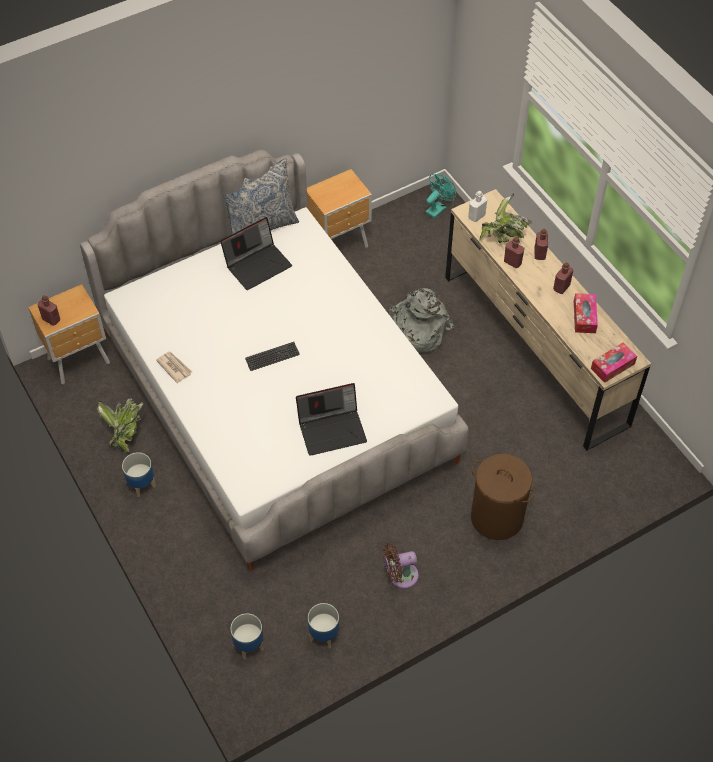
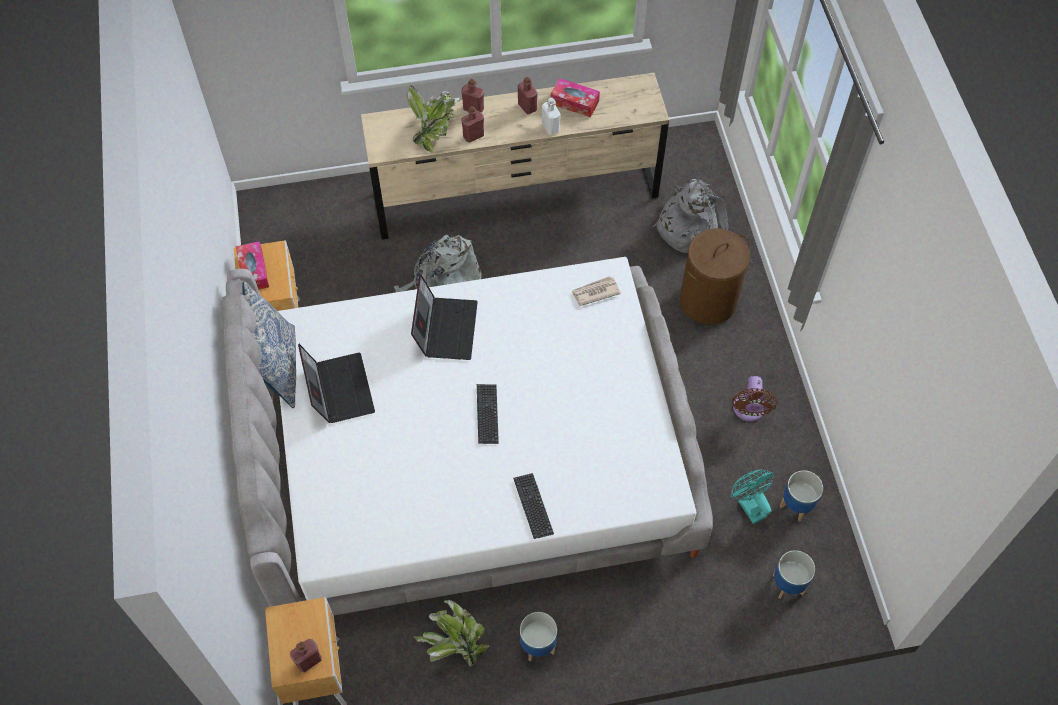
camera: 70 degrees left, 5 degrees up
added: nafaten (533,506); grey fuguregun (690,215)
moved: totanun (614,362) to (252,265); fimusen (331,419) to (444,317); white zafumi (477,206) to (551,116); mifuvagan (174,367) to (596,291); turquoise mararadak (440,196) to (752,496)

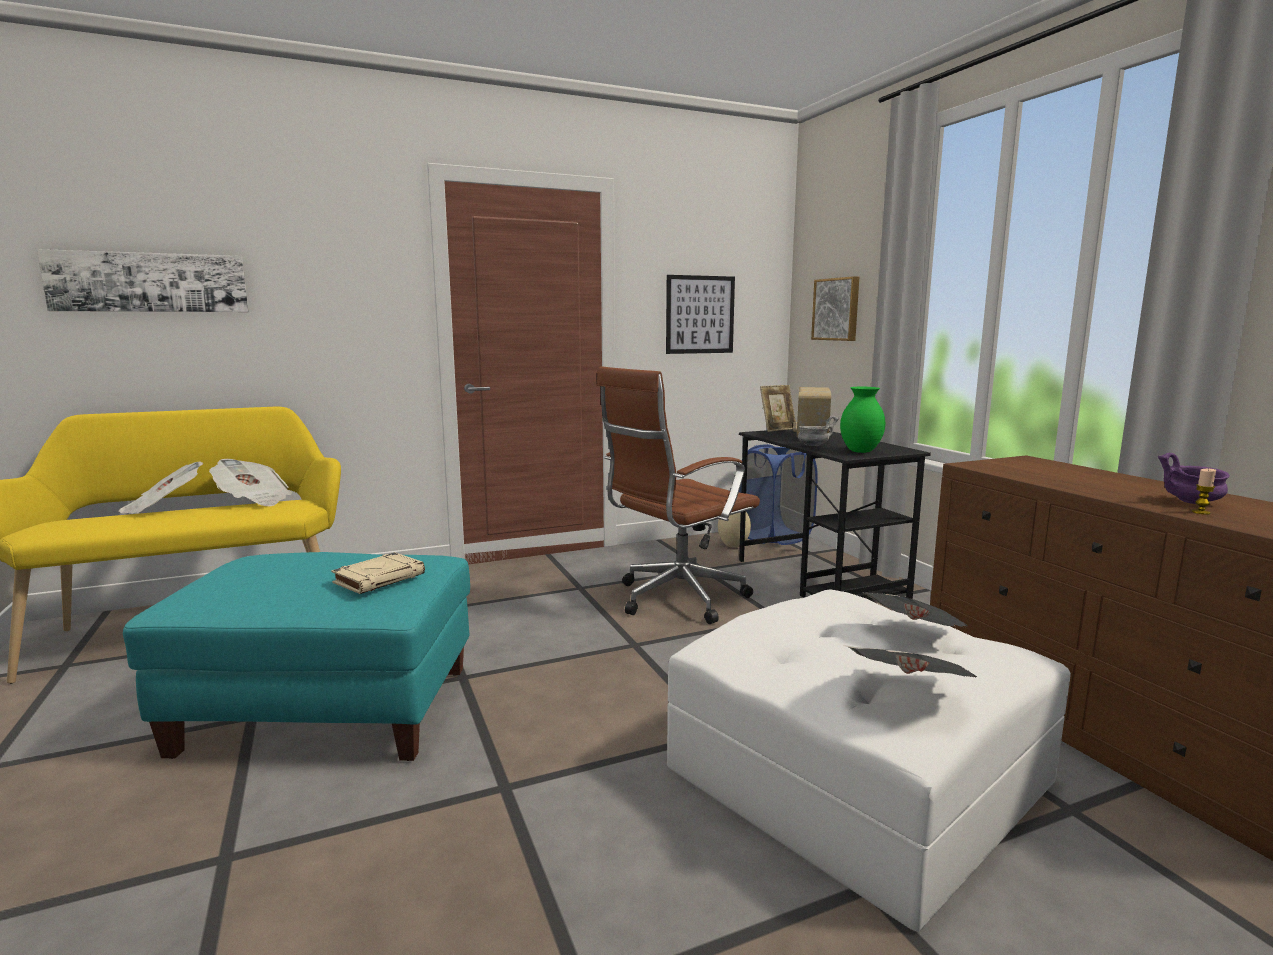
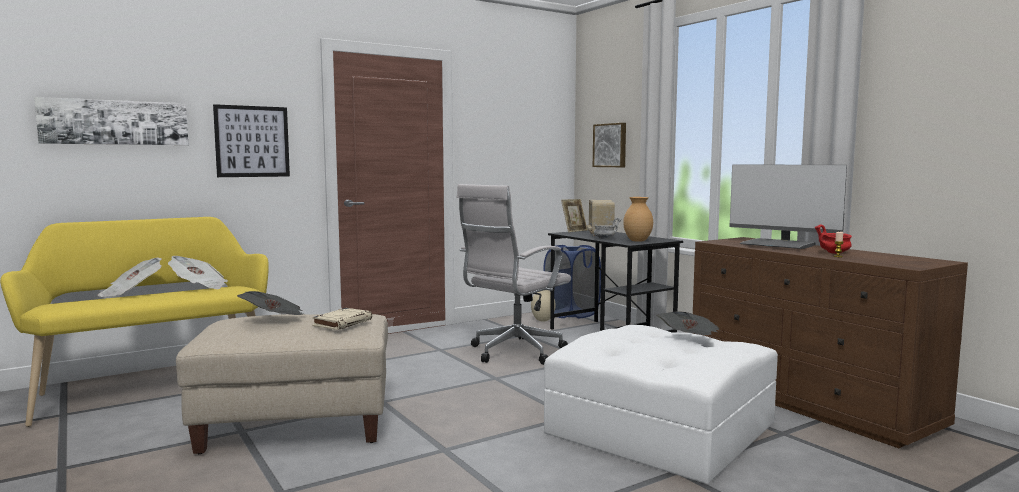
camera: 10 degrees left, 5 degrees down
added: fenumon (788,206)
moved: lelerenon (700,314) to (251,140); mifuvagan (910,661) to (270,303)
recoloured: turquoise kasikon (296,656) to beige kasikon (282,384); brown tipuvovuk (678,495) to white tipuvovuk (514,274); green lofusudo (862,420) to brown lofusudo (638,219); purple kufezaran (1194,478) to red kufezaran (833,239)

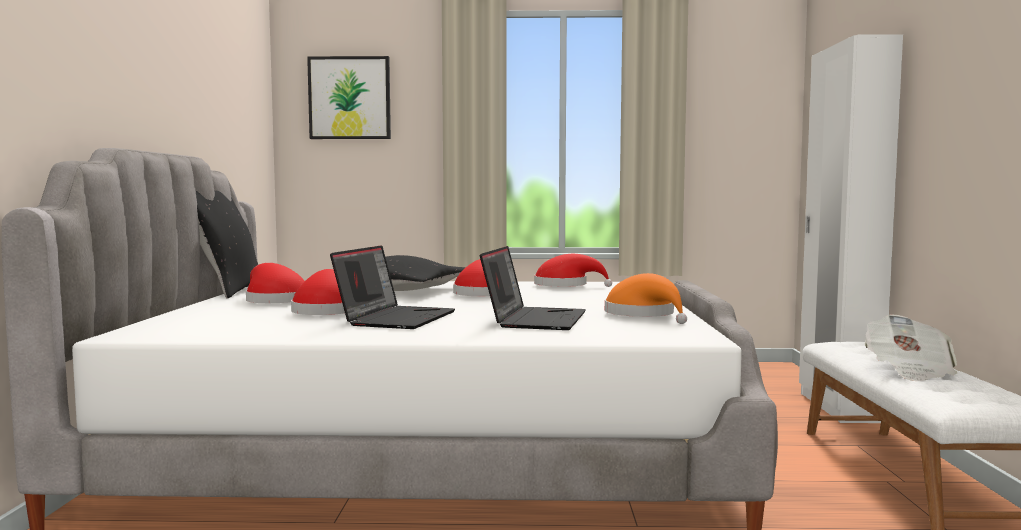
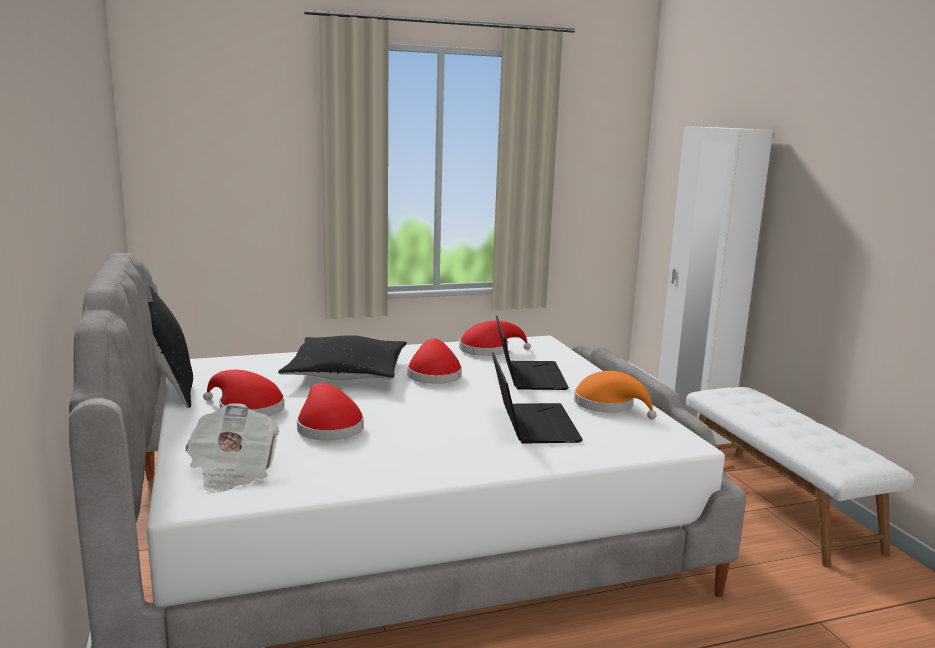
camera: 20 degrees left, 10 degrees up
removed: lelerenon (349,97)
moved: mifuvagan (911,347) to (232,448); fimusen (392,287) to (532,353)

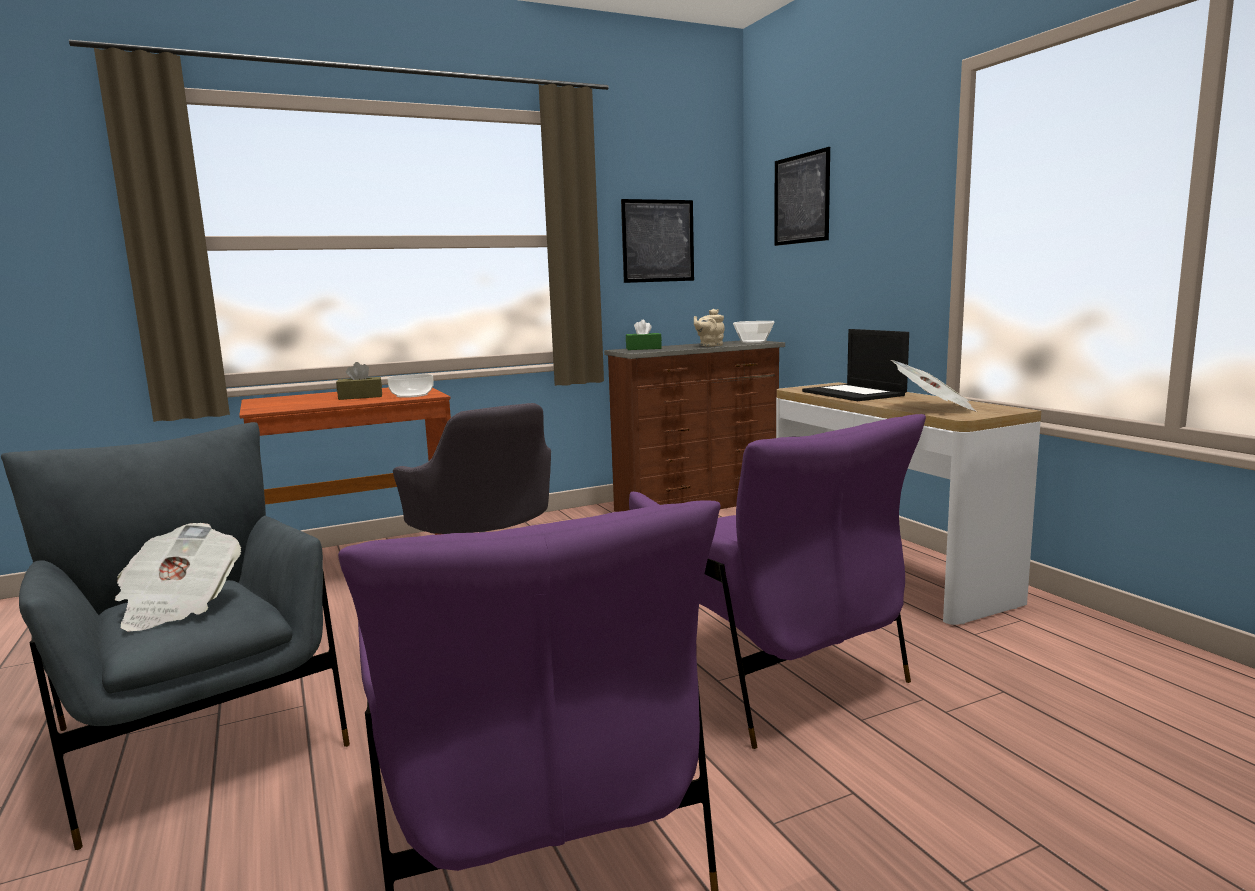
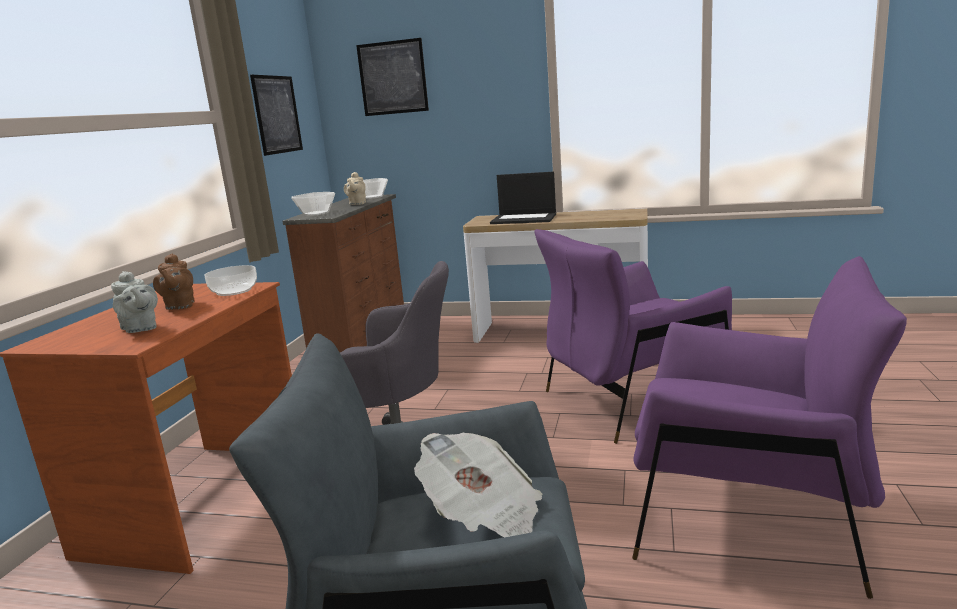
camera: 50 degrees left, 5 degrees up
removed: mifuvagan (934,386)
added: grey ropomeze (134,302)
replaced: brown totanun (359,381) to brown ropomeze (174,281); green totanun (644,335) to kufezaran (313,204)
turned: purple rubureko (777,581) = (633,336) 150 degrees clockwise

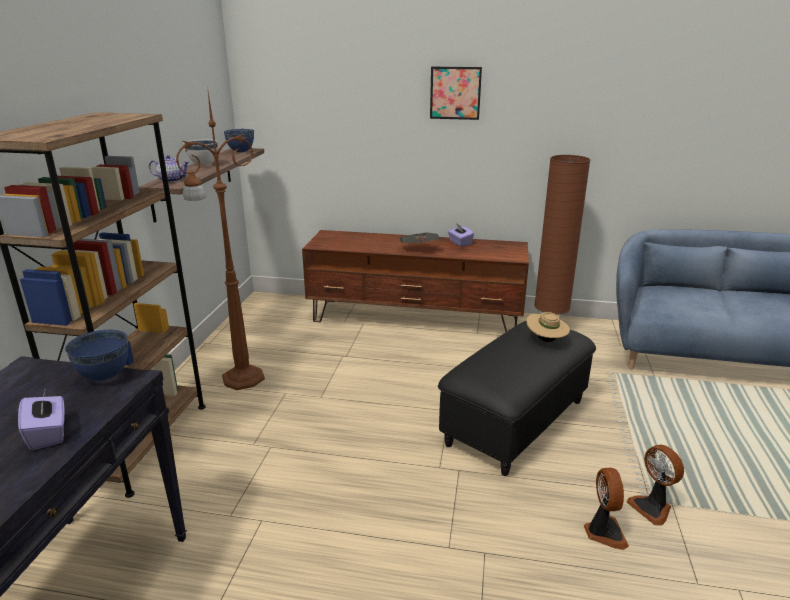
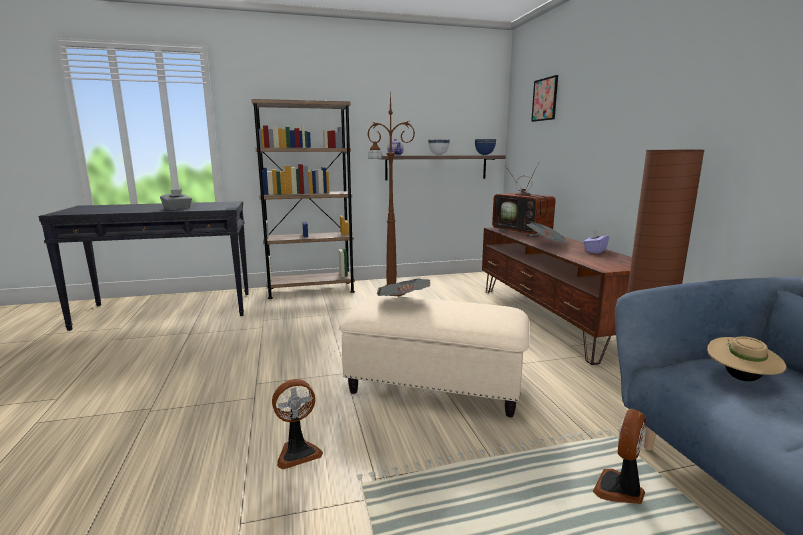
camera: 65 degrees right, 10 degrees down
removed: blue kufezaran (97,355)
added: mifuvagan (404,287); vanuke (523,198)
moved: lelerenon (456,93) to (544,98); mararadak (655,485) to (619,456); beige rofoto (548,327) to (746,358)
recoloured: purple totanun (41,419) to grey totanun (176,199); black kasikon (517,398) to beige kasikon (434,356)

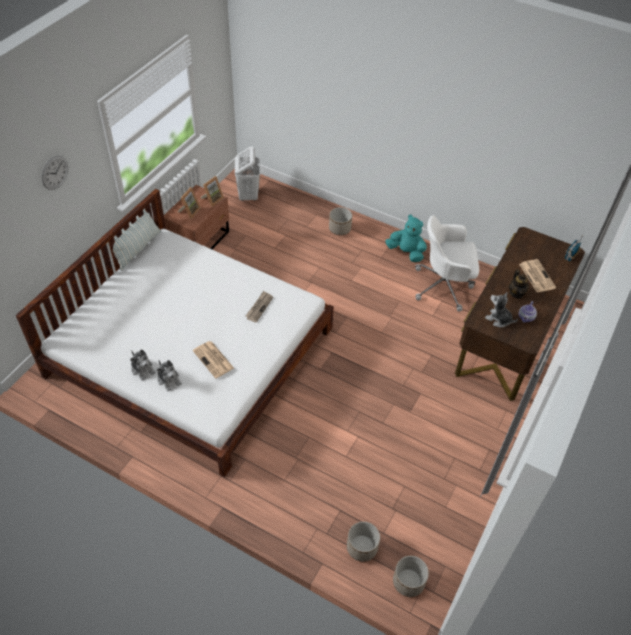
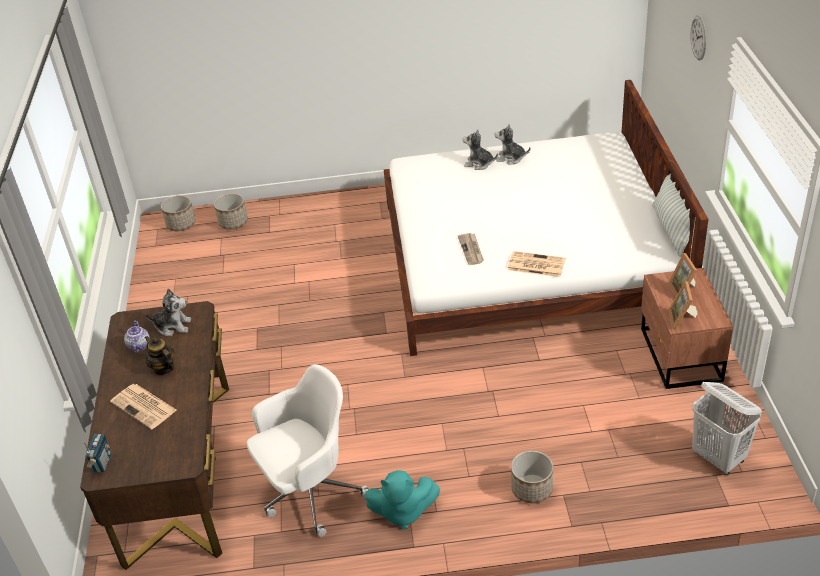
camera: 150 degrees right, 10 degrees down
moved: mifuvagan (213,359) to (536,264)

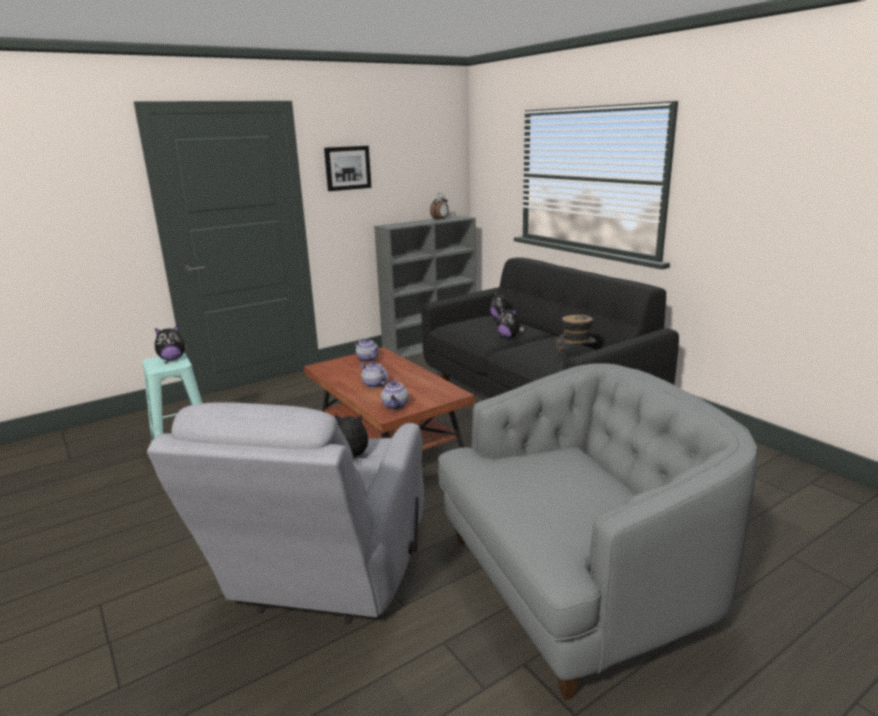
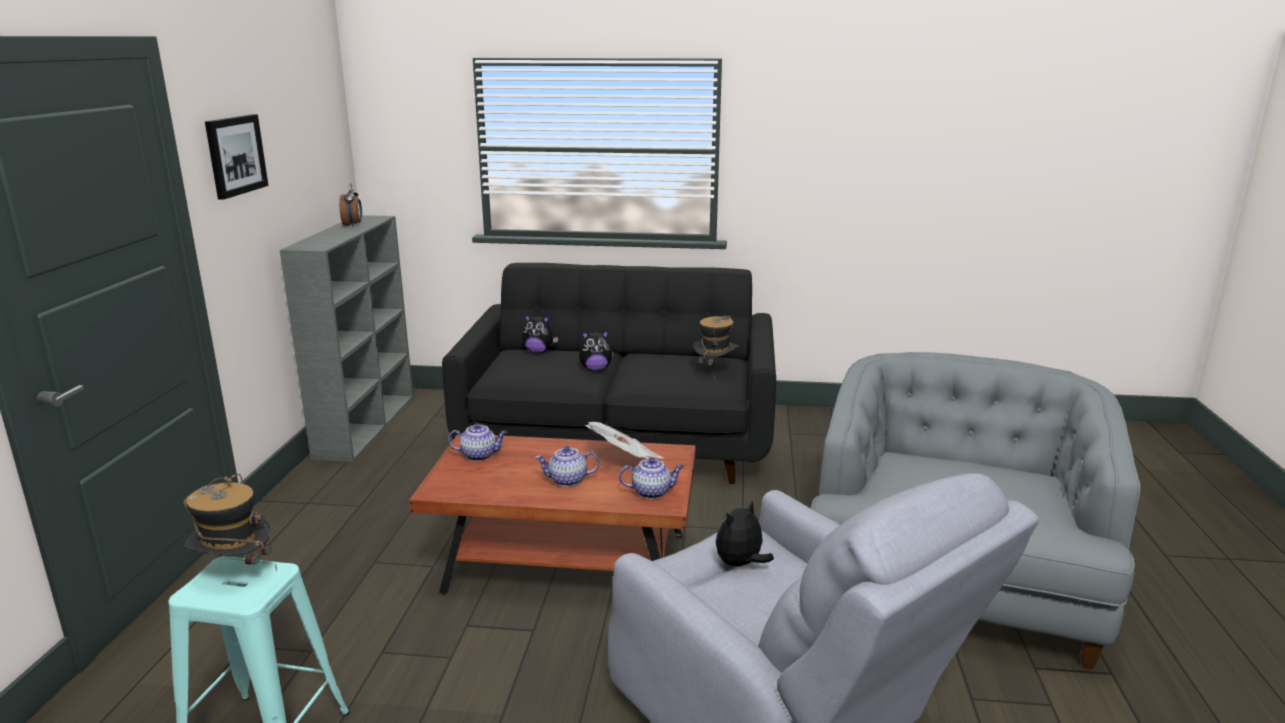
camera: 50 degrees left, 0 degrees up
added: mifuvagan (624,440)
replaced: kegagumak (171,343) to rofoto (230,522)
turned: ropomeze (395,394) = (651,478) 45 degrees counterclockwise

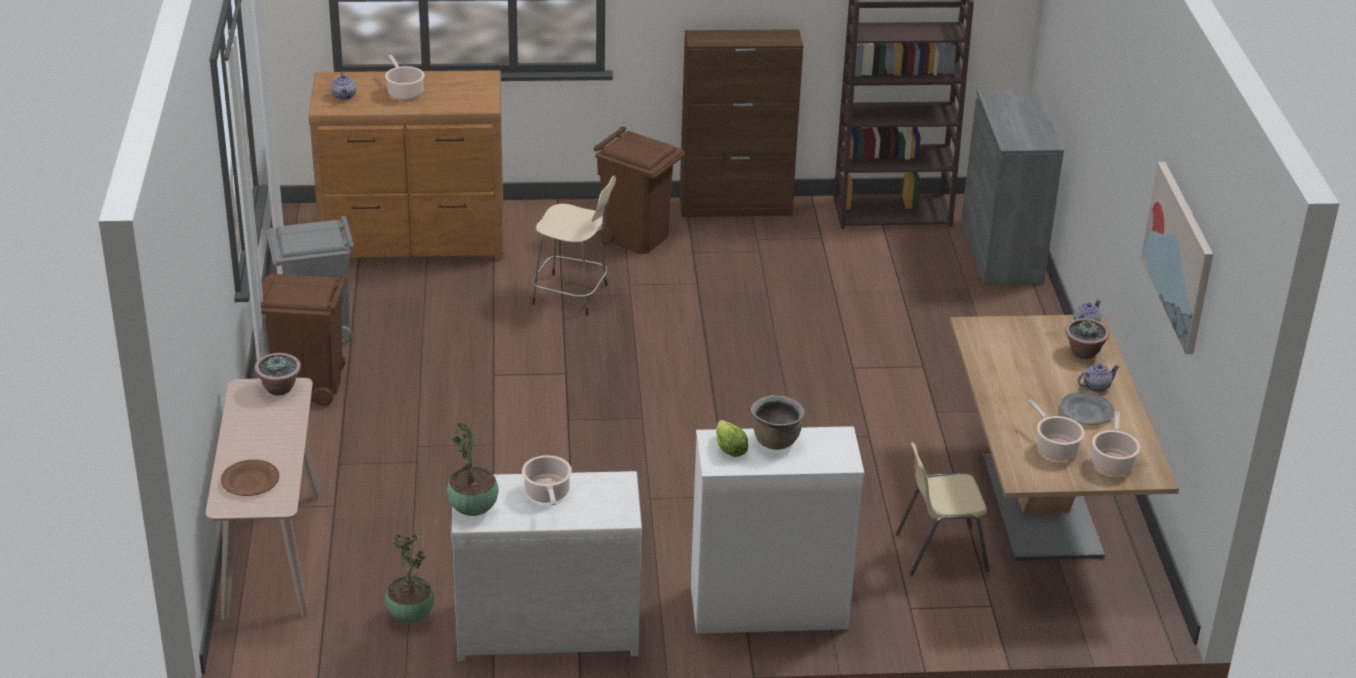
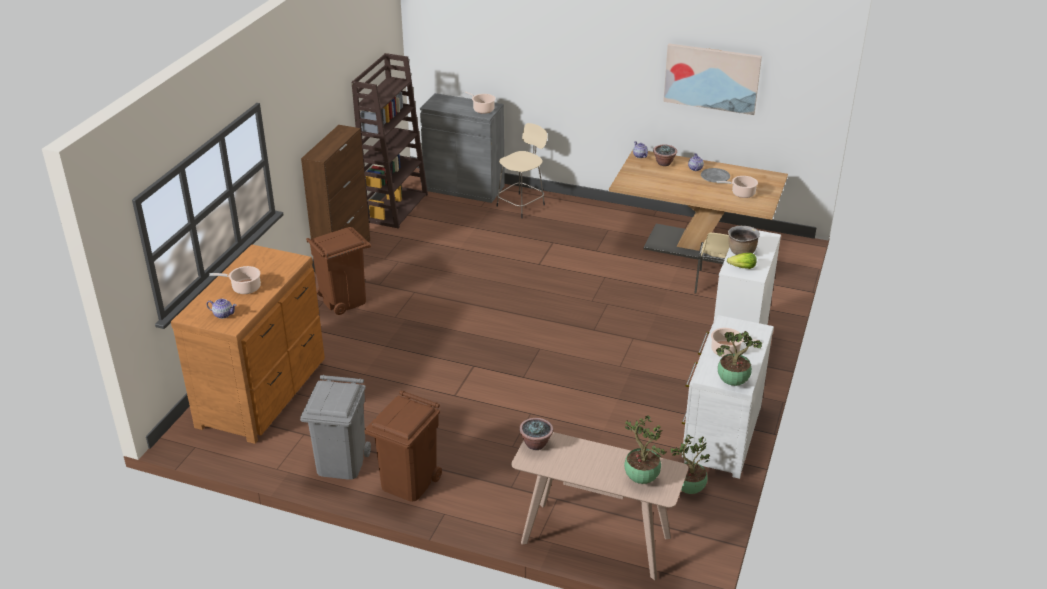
camera: 65 degrees left, 0 degrees up
moved: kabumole (1116,443) to (478,102); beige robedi (574,246) to (522,170)
replaced: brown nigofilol (250,477) to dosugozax (645,449)

